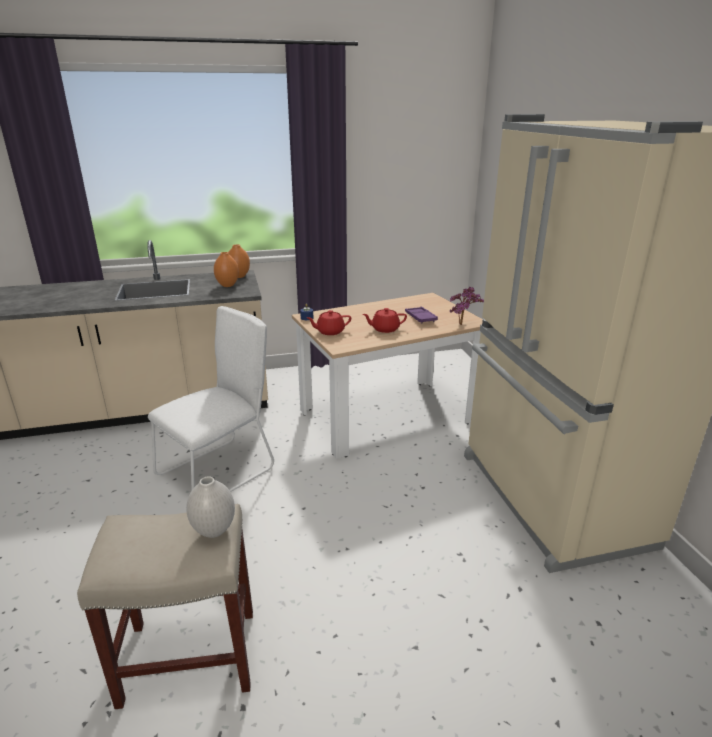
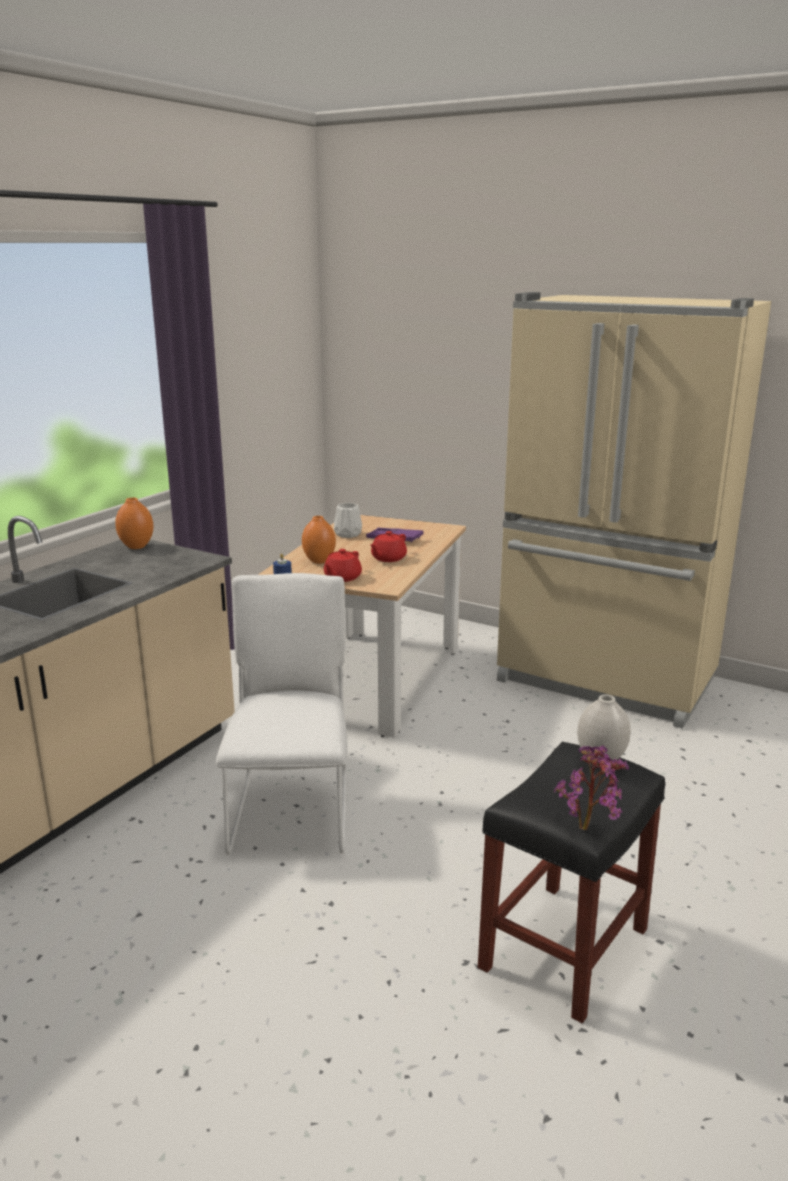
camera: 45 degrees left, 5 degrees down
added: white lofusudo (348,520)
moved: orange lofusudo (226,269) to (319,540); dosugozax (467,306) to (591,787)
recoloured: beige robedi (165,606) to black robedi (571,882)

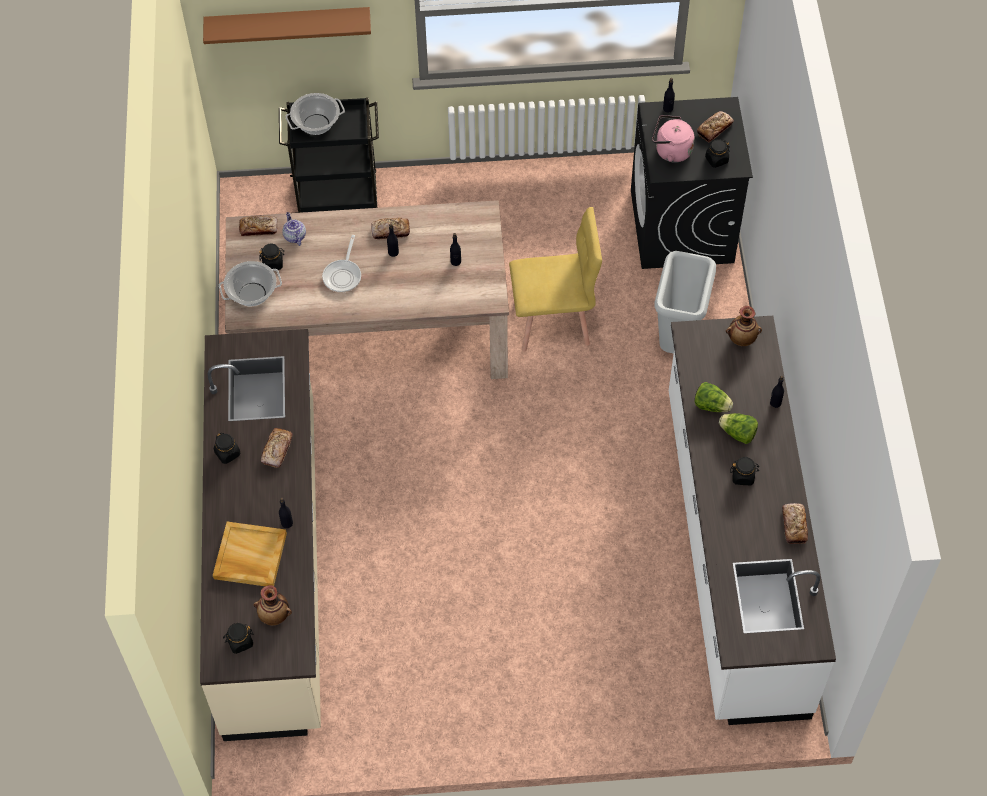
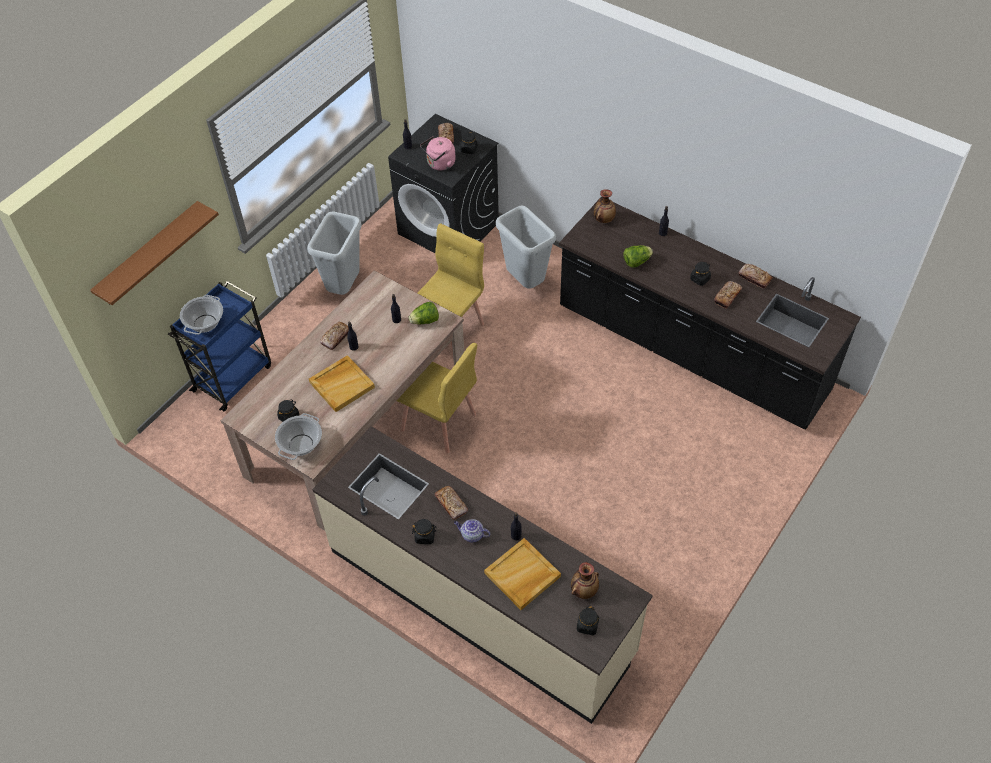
camera: 50 degrees left, 5 degrees down
added: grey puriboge (334,253); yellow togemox (437,398)
moved: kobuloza (738,428) to (423,313); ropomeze (294,229) to (472,530); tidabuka (258,226) to (728,295)
replaced: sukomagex (341,264) to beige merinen (342,383)
recoloured: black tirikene (329,155) to blue tirikene (219,346); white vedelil (752,520) to black vedelil (710,313)

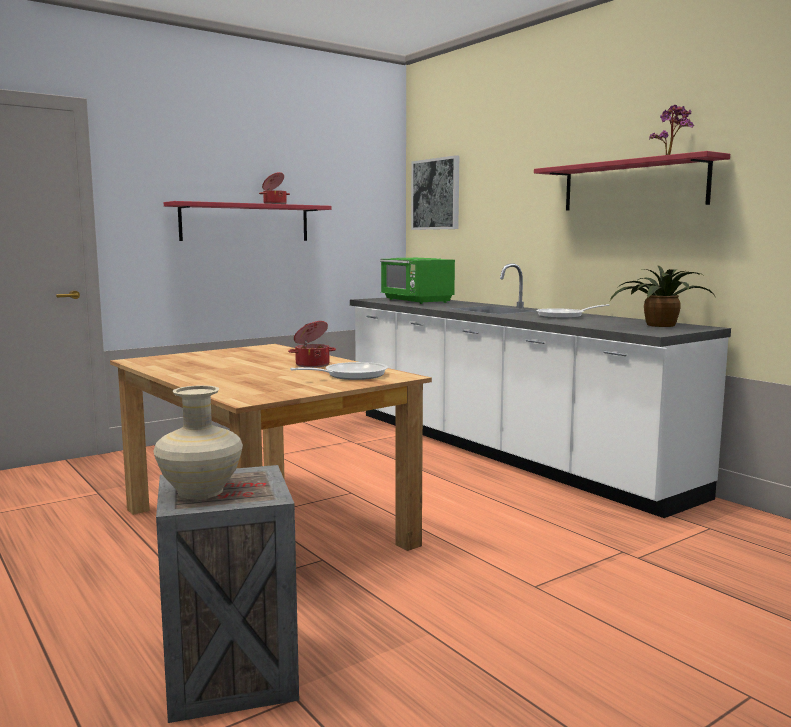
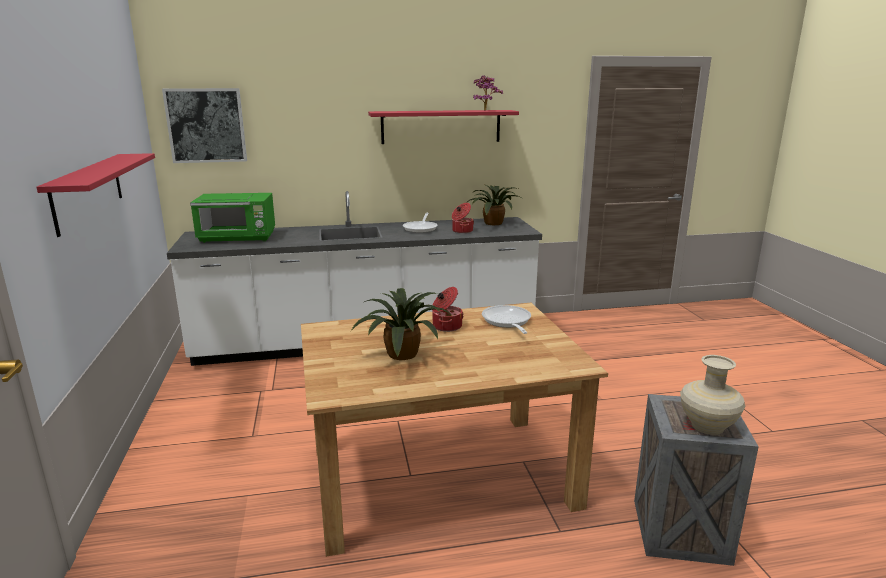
camera: 65 degrees left, 10 degrees up
added: dosugozax (402,324)
moved: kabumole (274,188) to (463,218)

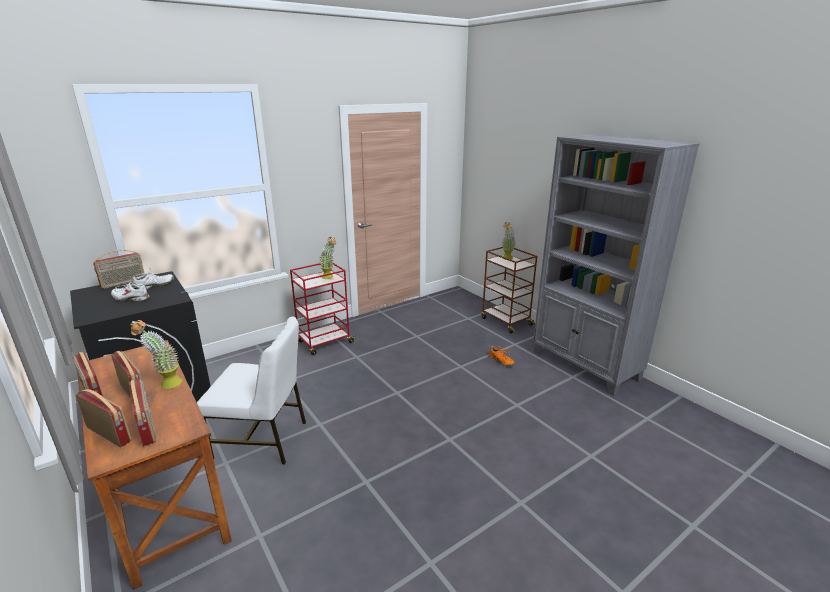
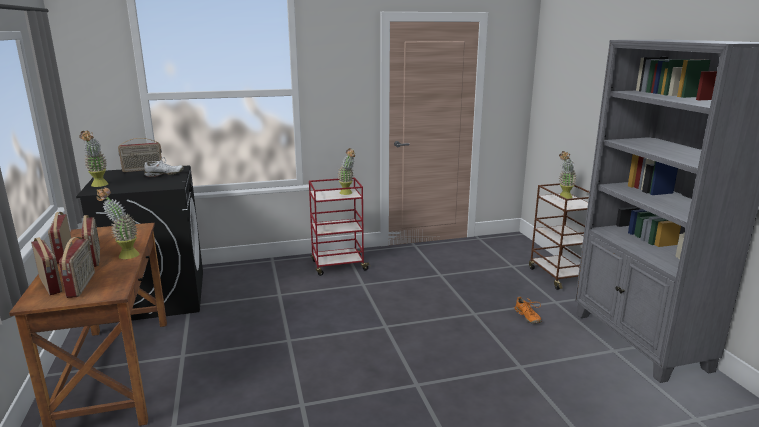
camera: 20 degrees right, 5 degrees down
removed: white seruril (130,291); white togemox (251,390)
added: dosugozax (93,158)

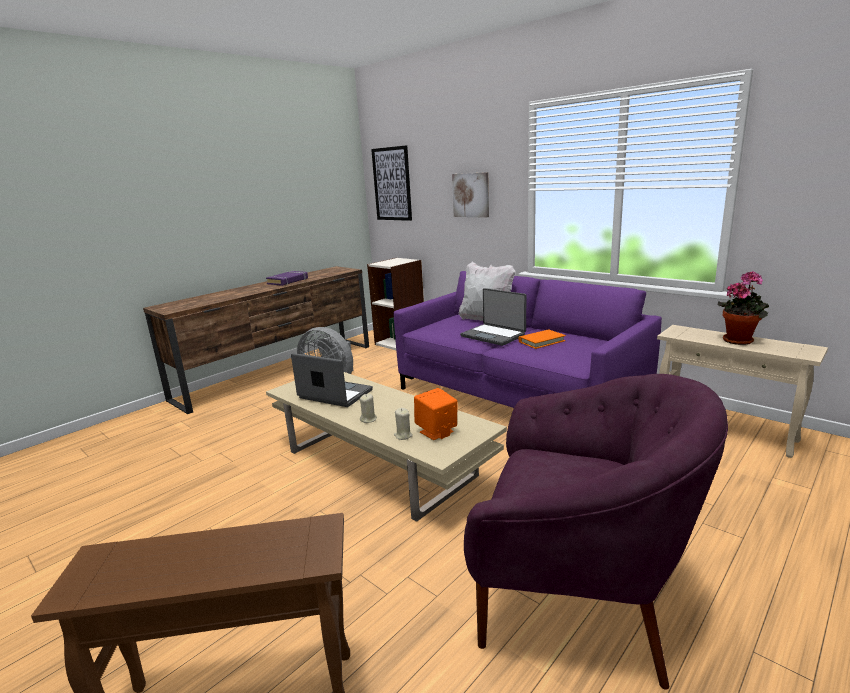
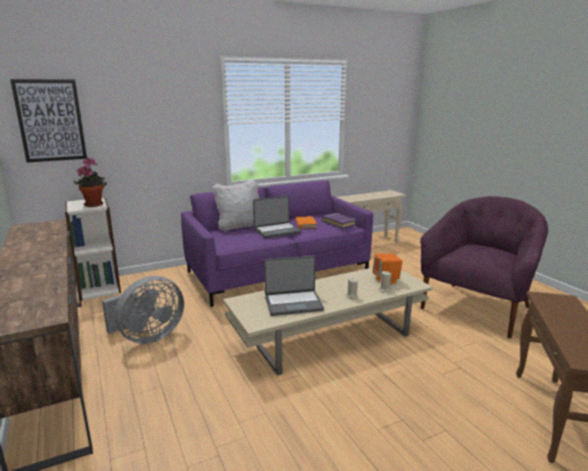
camera: 70 degrees left, 0 degrees up
removed: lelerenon (470,195)
moved: dosugozax (743,308) to (90,182); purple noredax (287,278) to (339,221)
turned: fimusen (332,380) = (294,286) 150 degrees counterclockwise

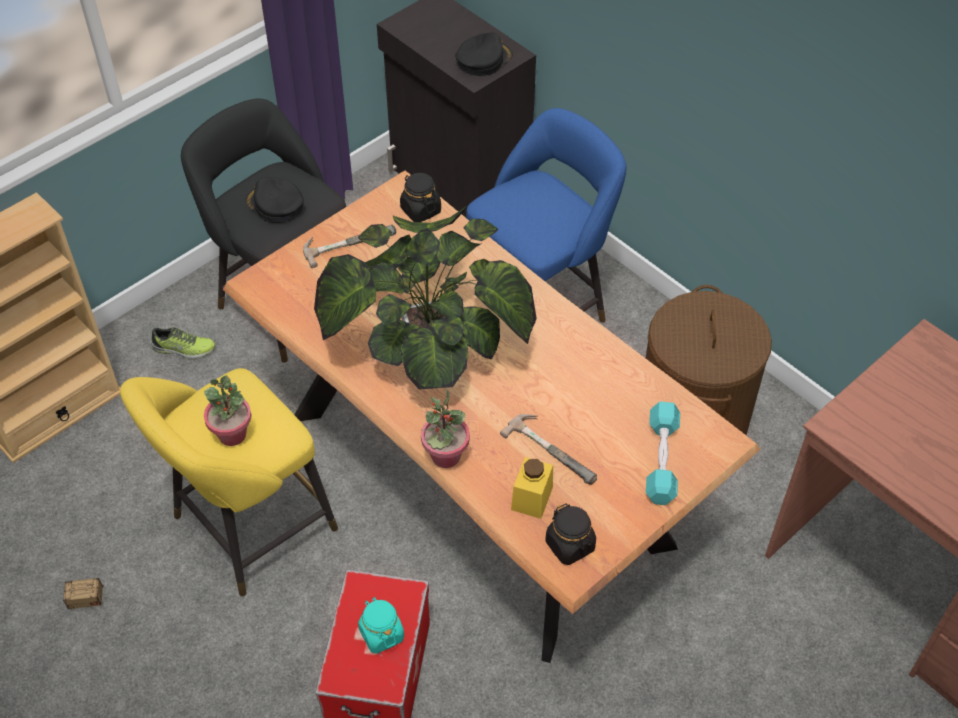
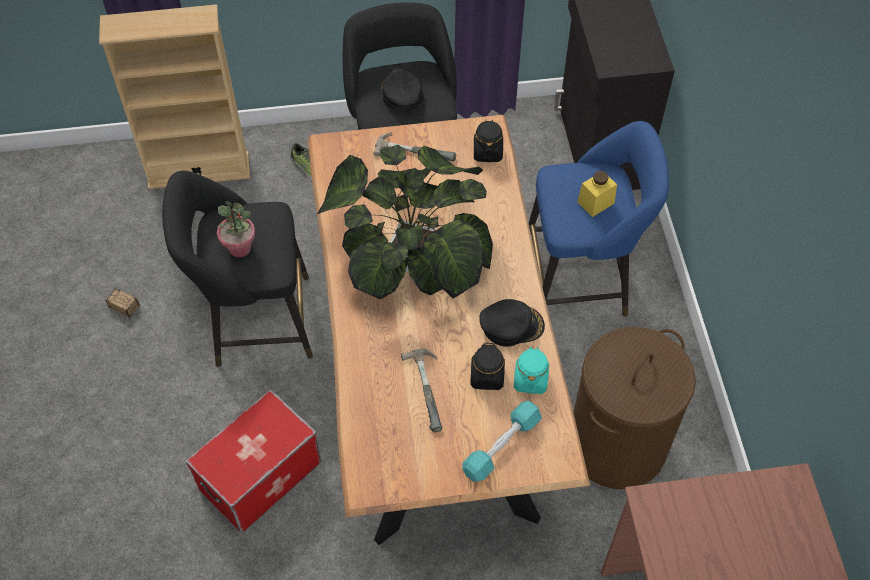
camera: 35 degrees right, 5 degrees up
removed: dosugozax (445,428)
moved: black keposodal (570,534) to (487,366); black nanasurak (484,54) to (512,323); turquoise keposodal (381,625) to (531,370); yellow keposodal (532,488) to (597,194)
recoloured: yellow robedi (229,482) to black robedi (237,269)

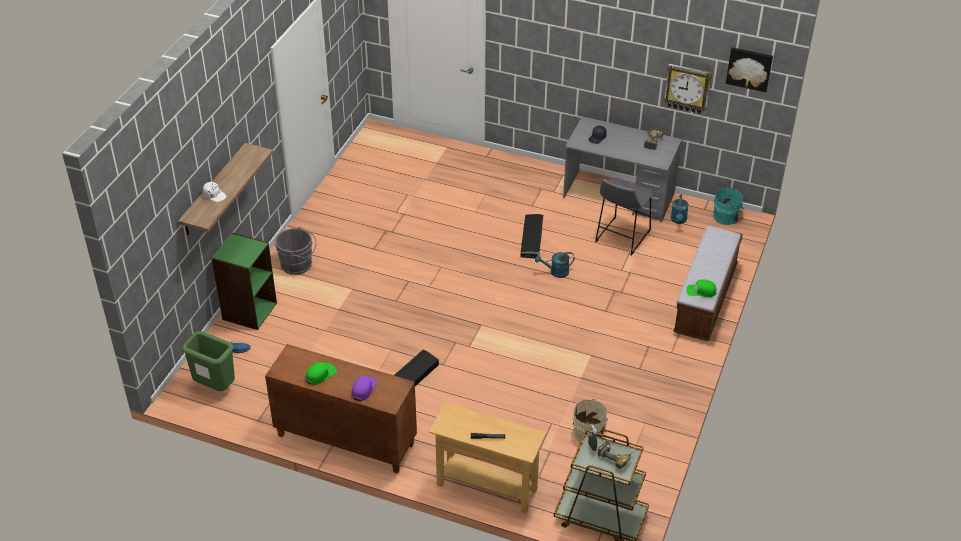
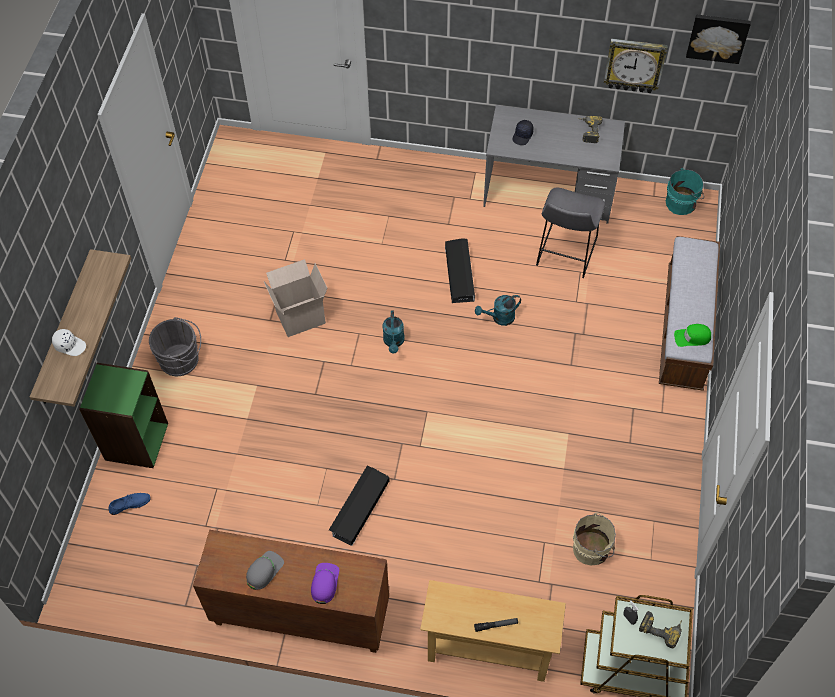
camera: 10 degrees left, 15 degrees up
removed: green puriboge (208,361)
added: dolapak (295,298)
moved: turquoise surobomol (680,209) to (394,332)
recoloured: green nanasurak (321,373) to grey nanasurak (265,570)

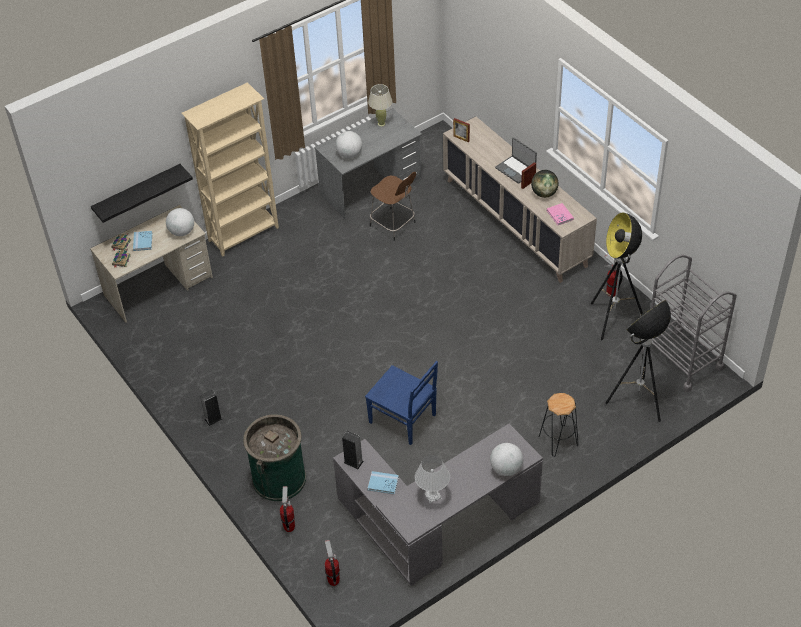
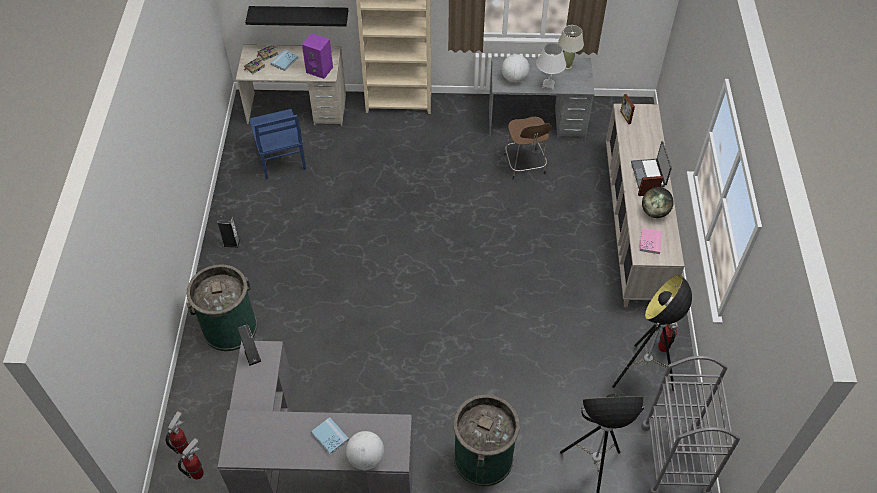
camera: 35 degrees right, 5 degrees up
moved: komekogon (287,509) to (190,458); blue togemox (401,403) to (277,144); blue noredax (383,482) to (330,436); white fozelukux (432,479) to (551,66)
replaced: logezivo (180,222) to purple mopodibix (317,56); black robedi (558,425) to green puriboge (486,440)

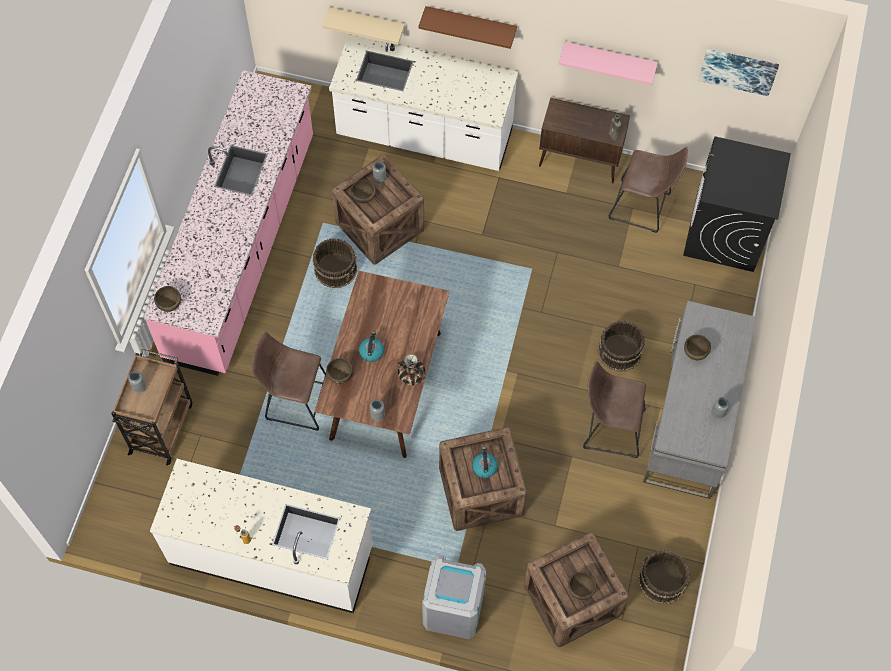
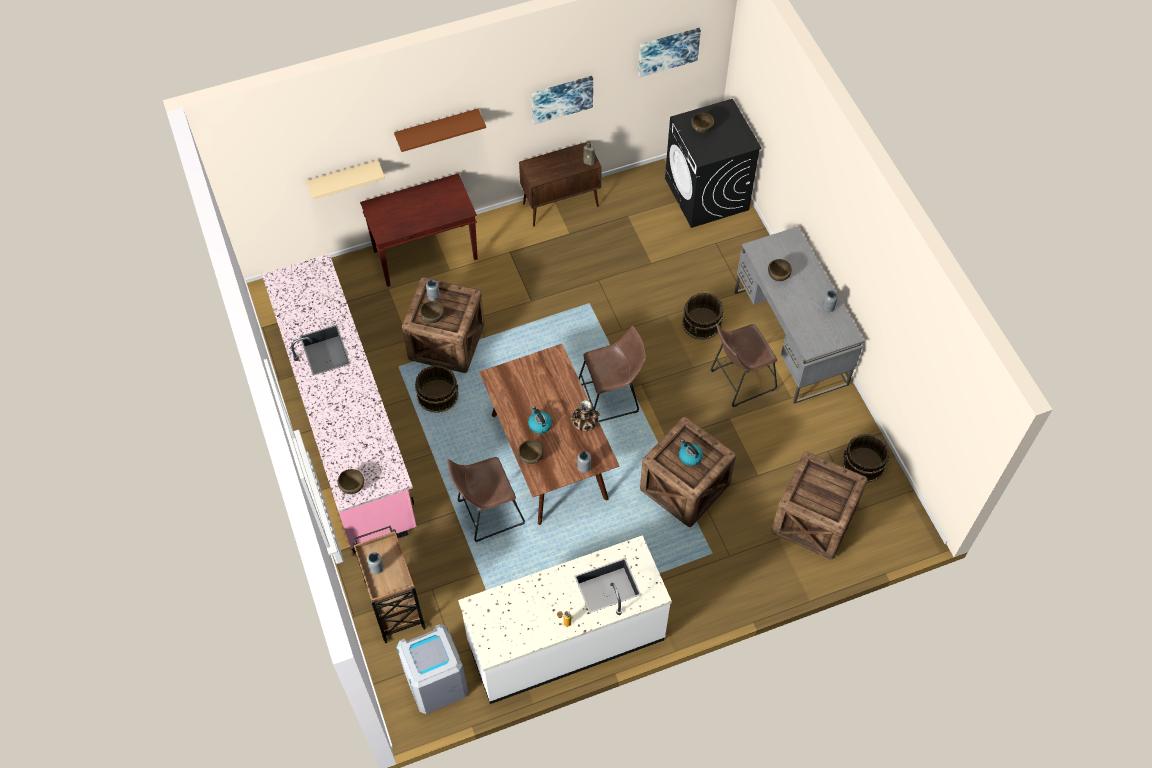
camera: 35 degrees left, 5 degrees down
moved: grey puriboge (454,597) to (432,669); brown robedi (648,190) to (612,374); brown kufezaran (582,586) to (702,123)
replaced: white vedelil (423,102) to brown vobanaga (419,230); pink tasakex (608,63) to lelerenon (562,100)

